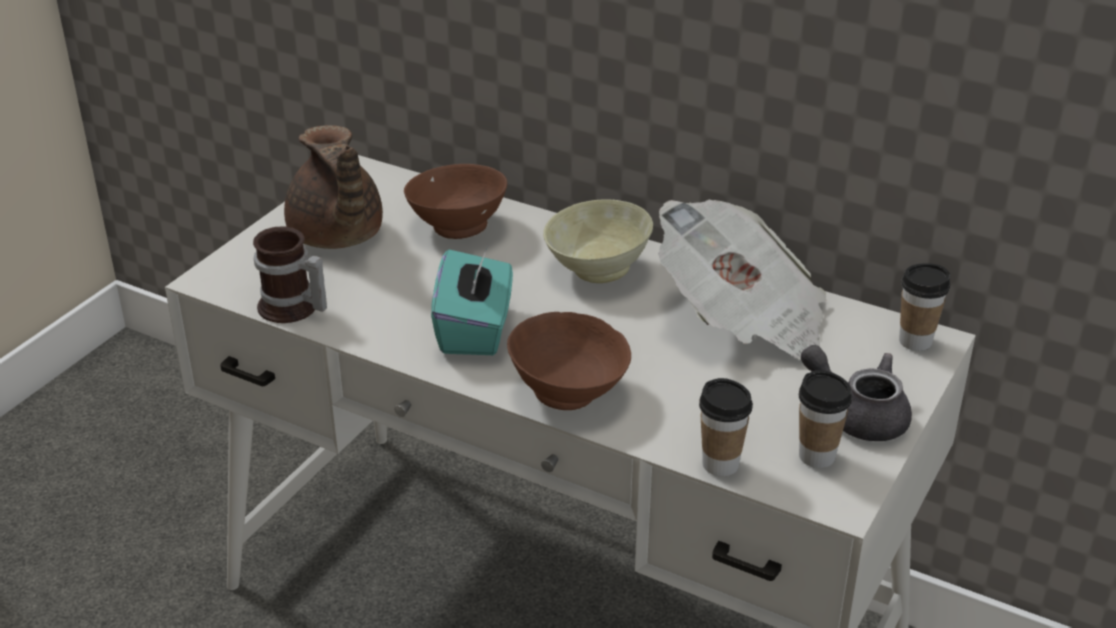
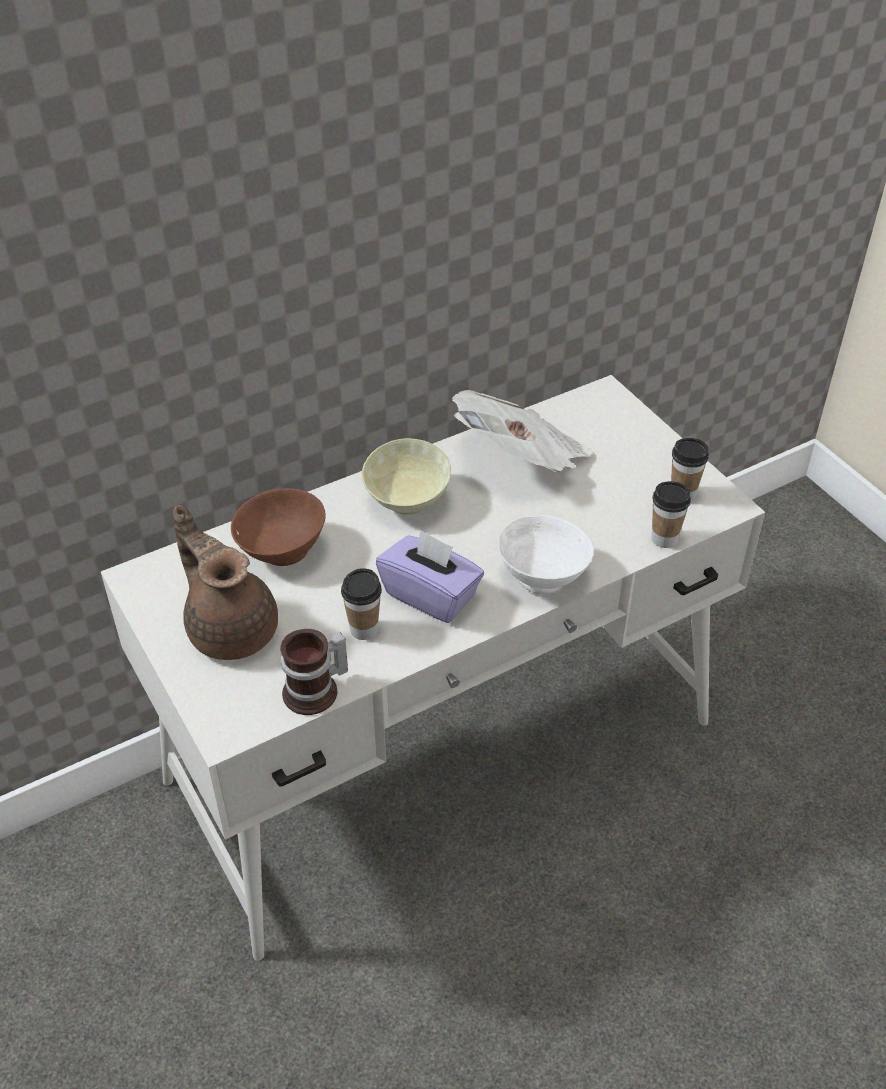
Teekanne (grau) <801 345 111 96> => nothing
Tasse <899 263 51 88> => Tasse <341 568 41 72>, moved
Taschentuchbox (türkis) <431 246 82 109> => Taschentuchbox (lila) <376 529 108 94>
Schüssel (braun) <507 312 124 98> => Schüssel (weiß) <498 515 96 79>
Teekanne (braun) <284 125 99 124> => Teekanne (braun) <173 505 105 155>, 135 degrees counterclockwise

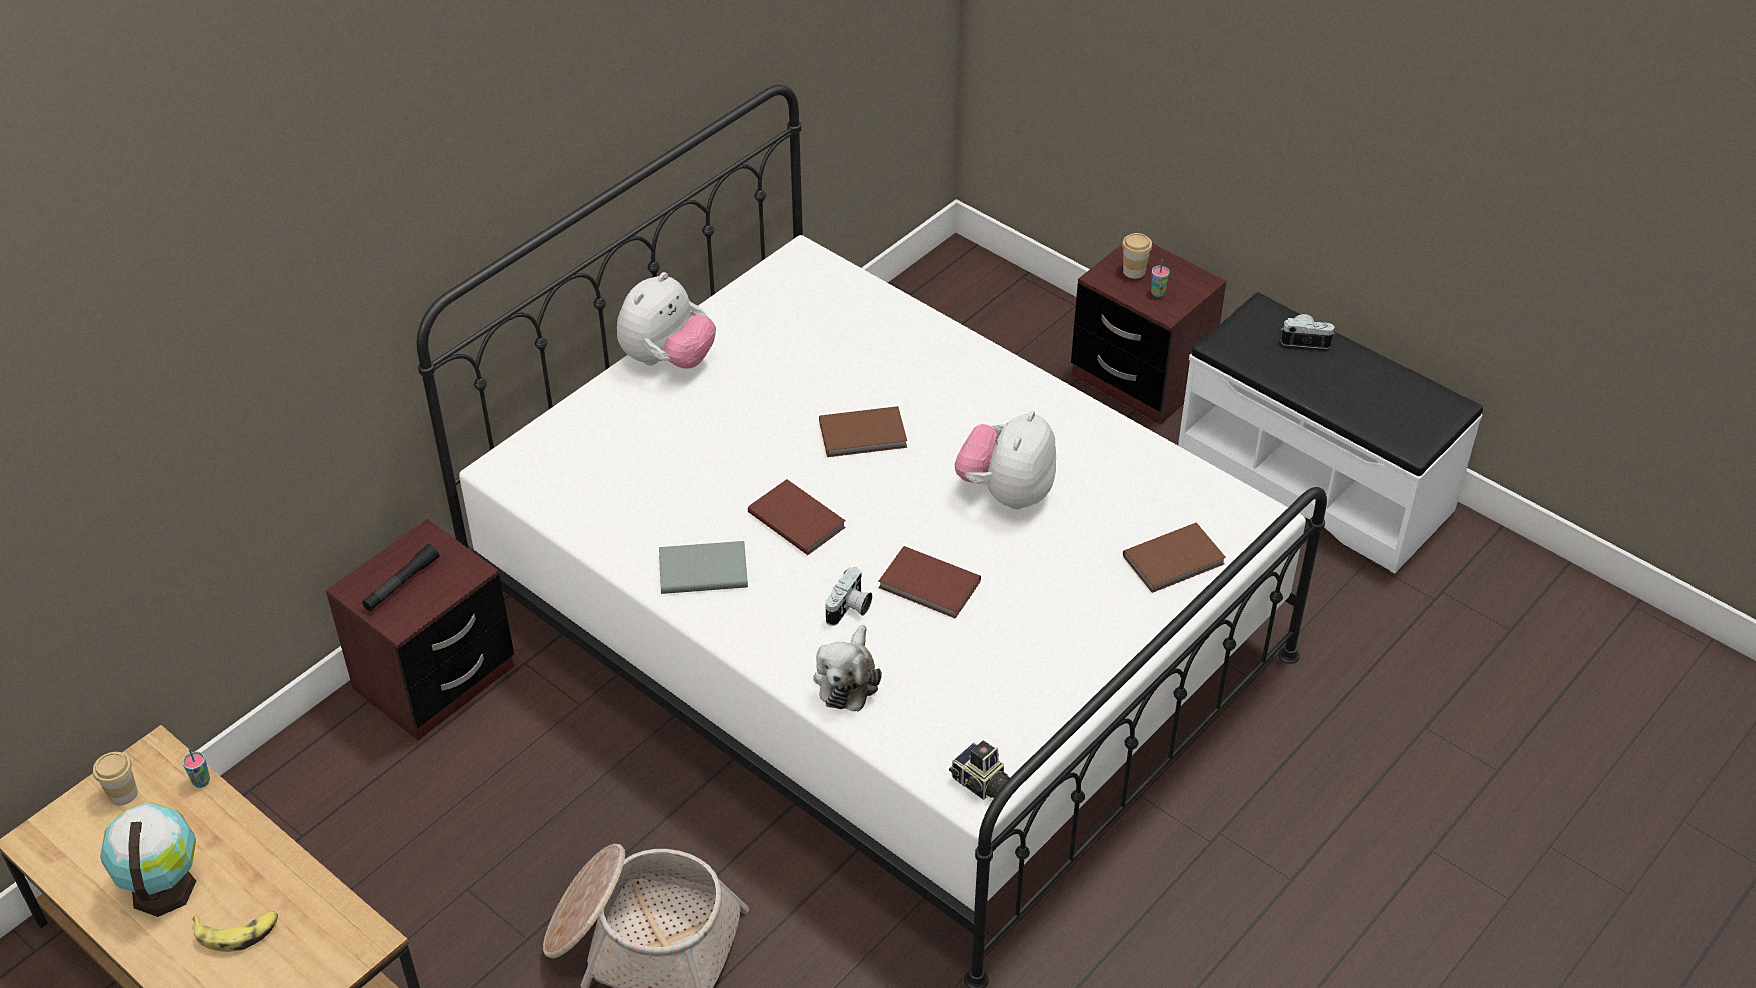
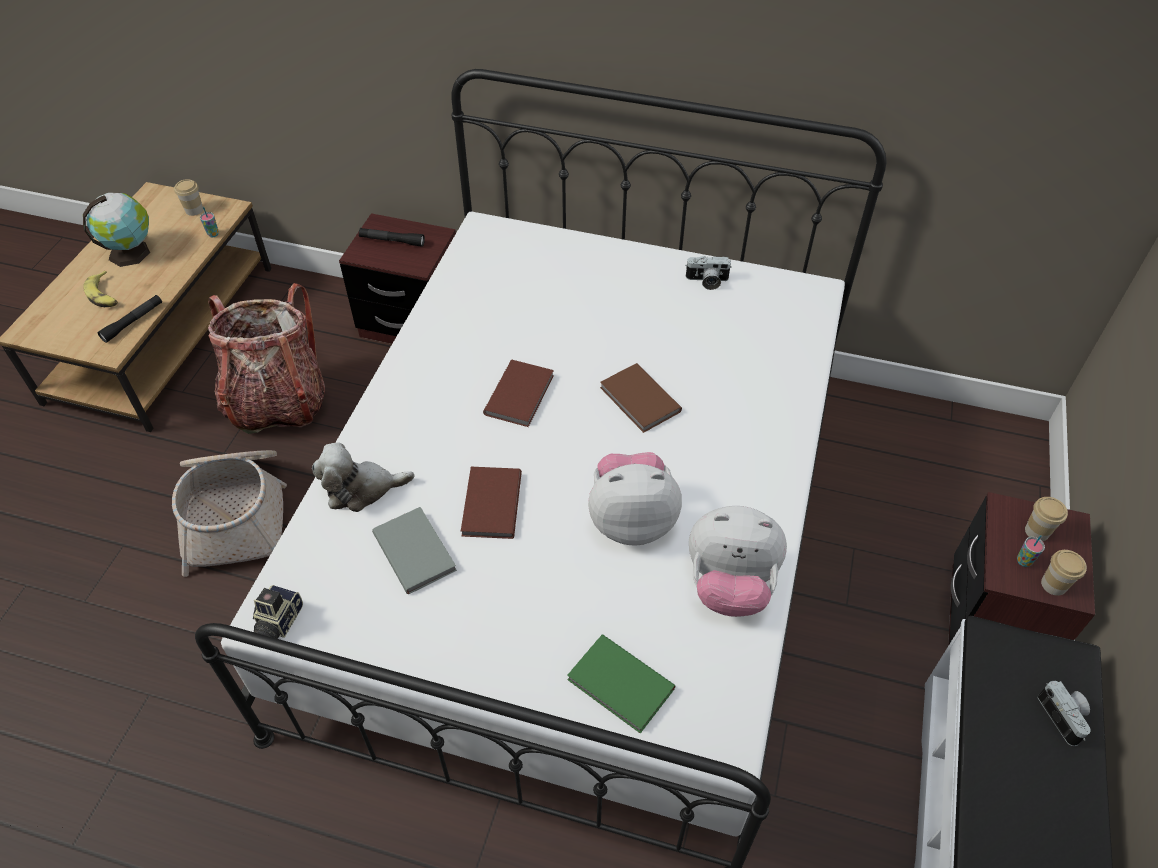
nothing => Taschenlampe (schwarz) <97 295 65 48>
nothing => Rucksack <208 283 117 151>
nothing => Tasse <1041 550 46 46>
Plüschtier <617 272 99 97> => Plüschtier <689 506 98 111>, moved
Buch (grau) <659 541 89 53> => Buch (grau) <372 507 85 87>, moved
Kamera <825 567 47 59> => Kamera <685 256 47 34>, moved
Buch (braun) <1123 523 103 70> => Buch (grün) <567 634 109 99>

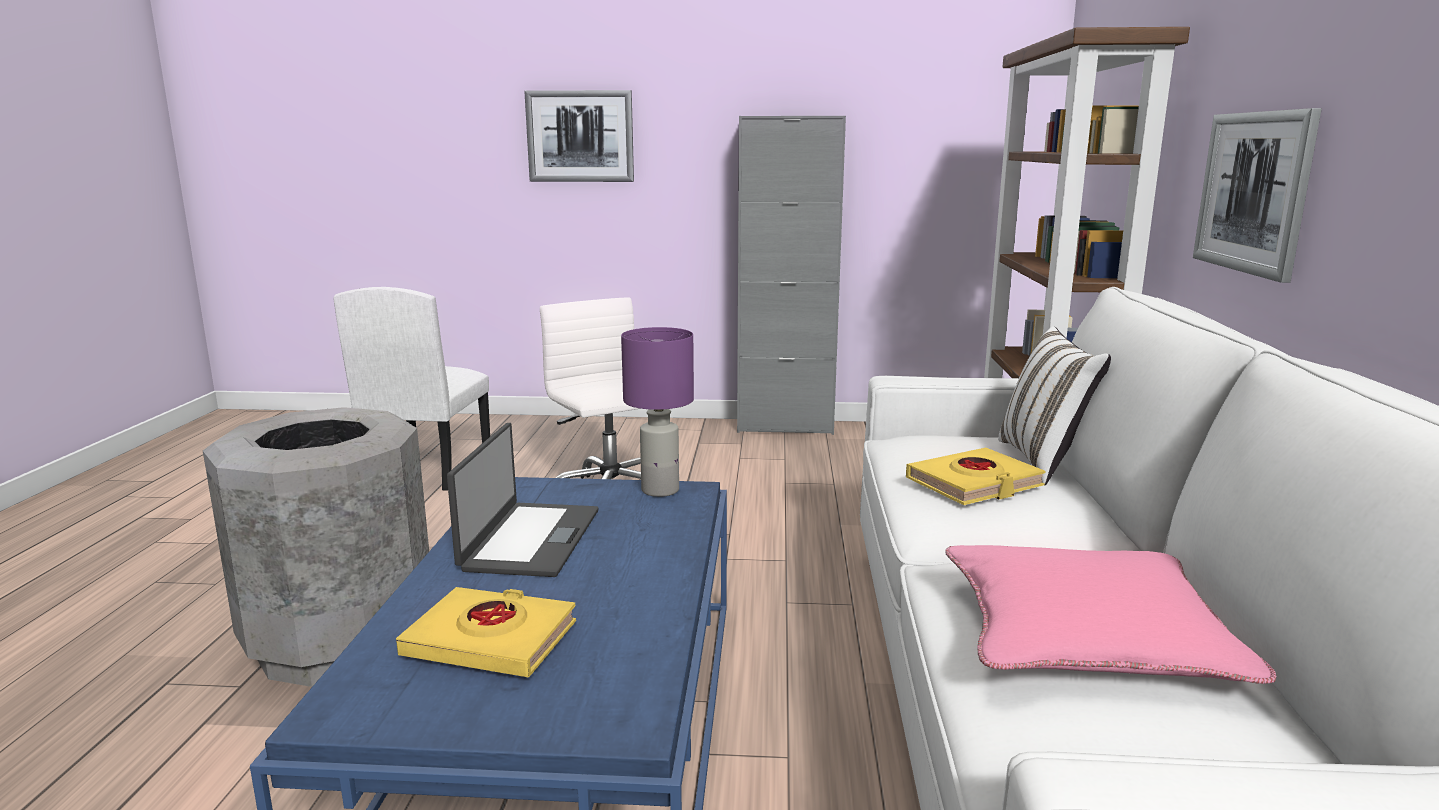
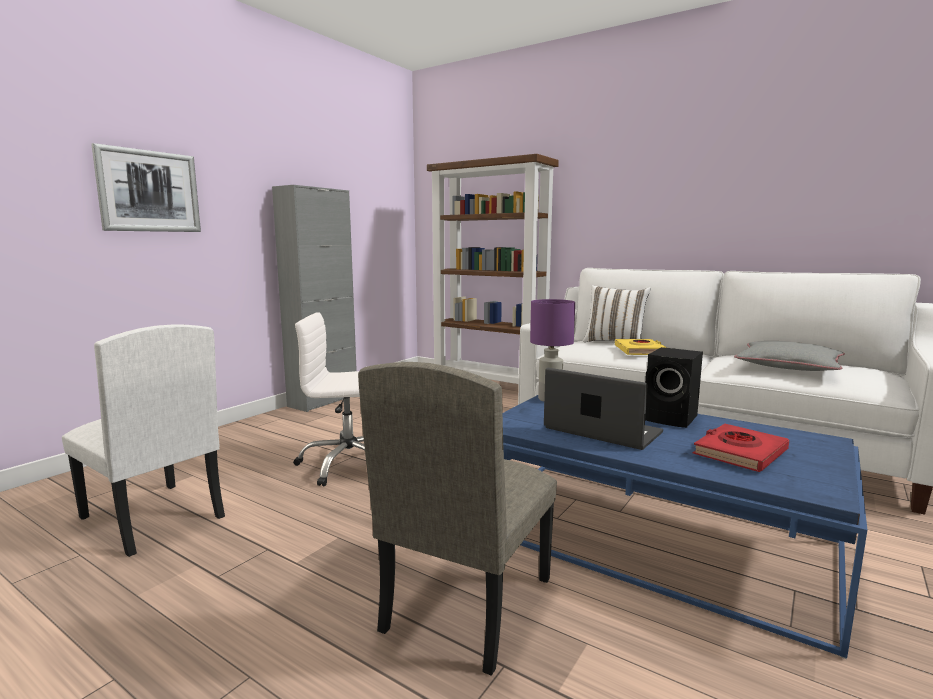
Bild <1193 108 129 175> => nothing
nothing => Lautsprecher (schwarz) <645 347 58 81>
Mülleimer (grau) <203 407 226 280> => Stuhl (beige) <358 362 199 314>
Buch (gelb) <396 587 180 91> => Buch (rot) <693 423 96 49>
Kissen (rosa) <946 545 330 139> => Kissen (grau) <734 341 111 30>

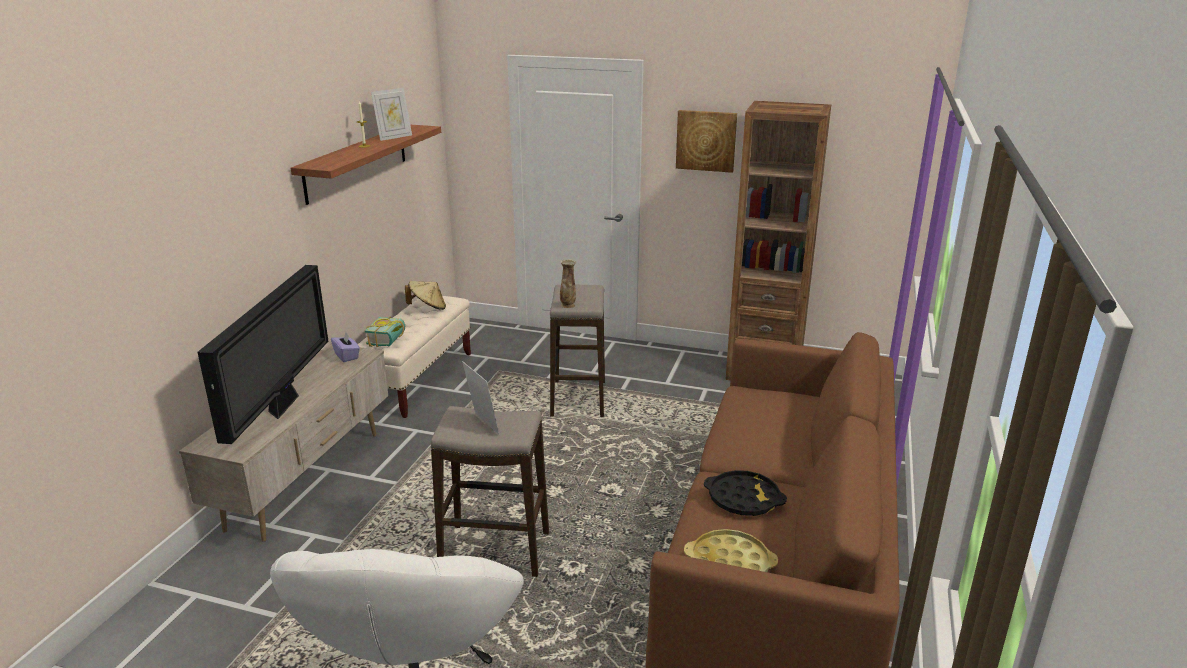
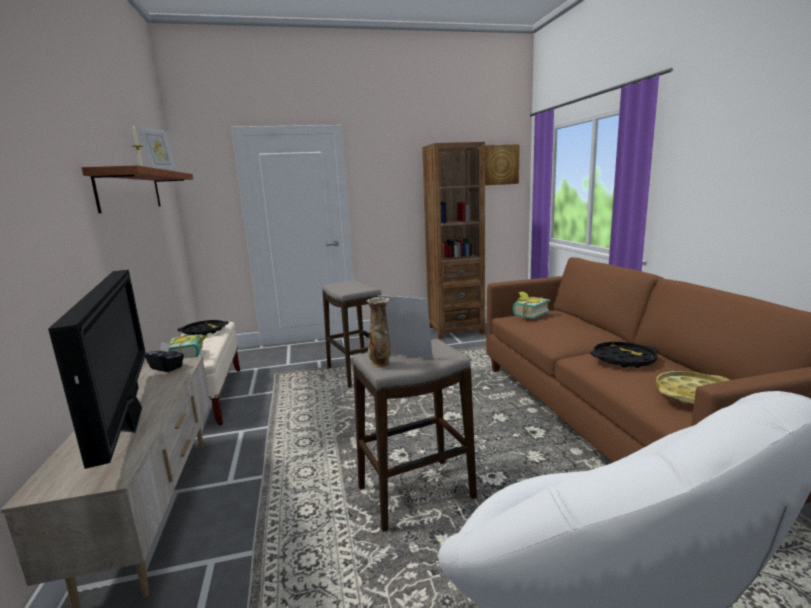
nothing => Buch <512 292 38 27>
Vase <560 259 16 49> => Vase <367 297 24 71>, moved
Bild <676 110 61 63> => Bild <485 144 35 41>, moved
Hut (beige) <405 281 41 29> => Tablett (schwarz) <177 320 52 15>
Taschentuchbox (lila) <331 332 29 30> => Taschentuchbox (schwarz) <145 342 39 30>

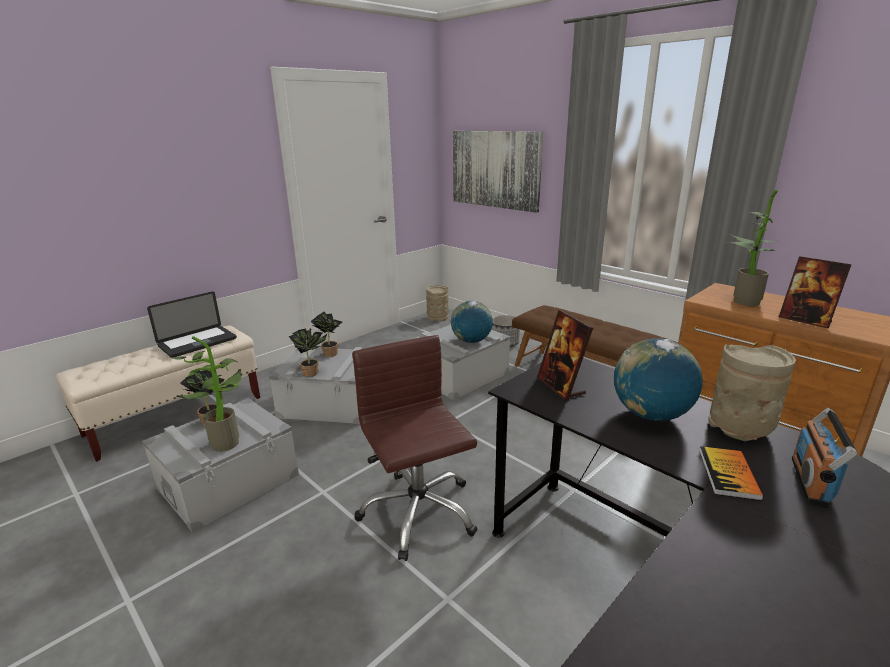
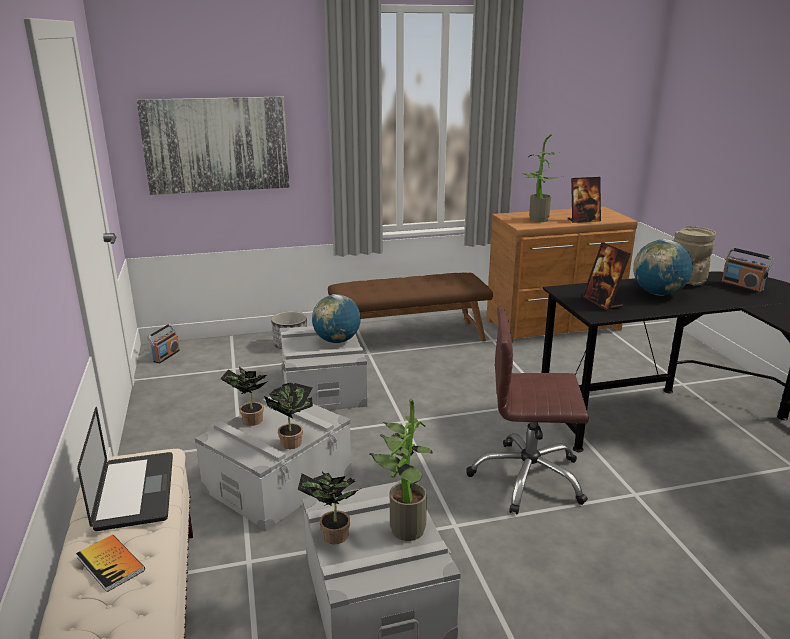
Buch <699 446 65 55> => Buch <76 535 69 57>, moved
Vase (beige) <426 285 23 37> => Radio <147 324 33 39>
Bilderrahmen <537 310 56 90> => Bilderrahmen <582 242 49 69>, 60 degrees clockwise

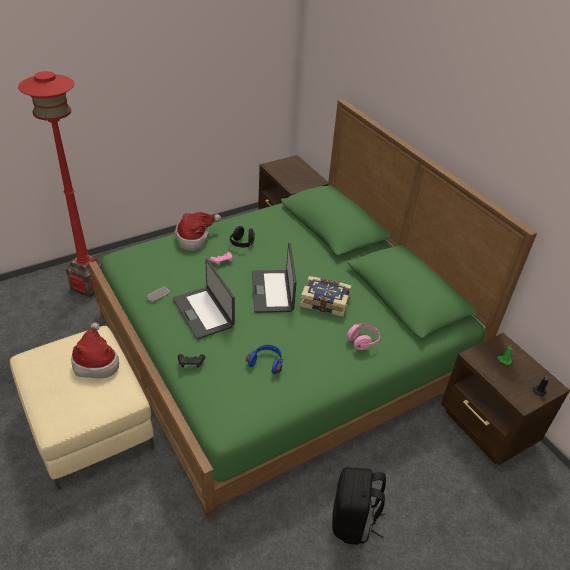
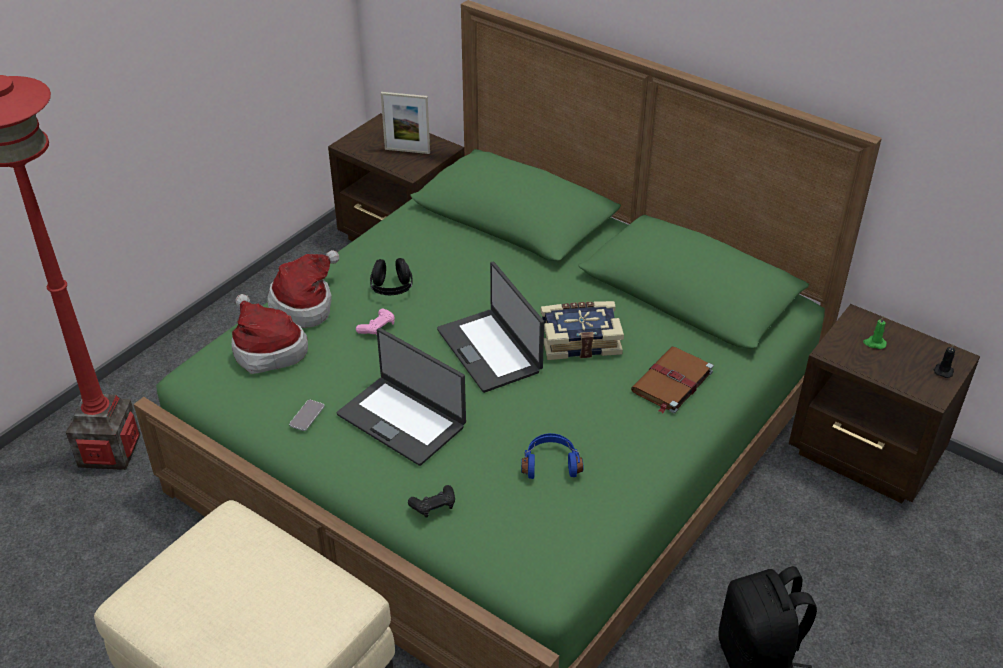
nothing => Bilderrahmen <381 92 49 62>
Hut <71 322 48 56> => Hut <232 294 76 80>, moved
Kopfhörer (rosa) <347 323 33 27> => Buch (braun) <631 347 83 67>

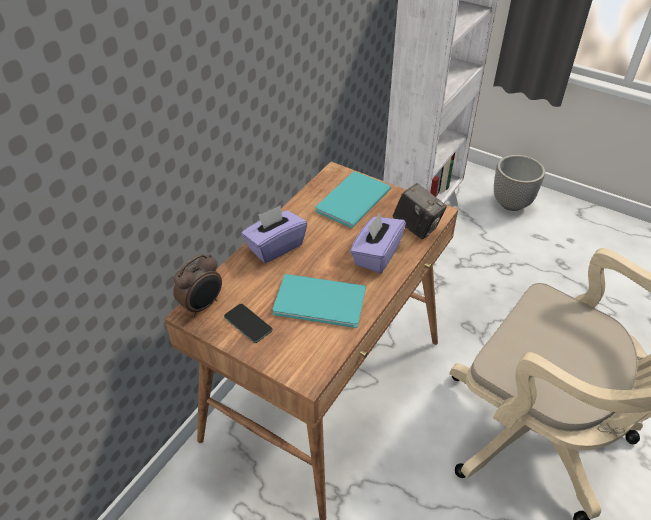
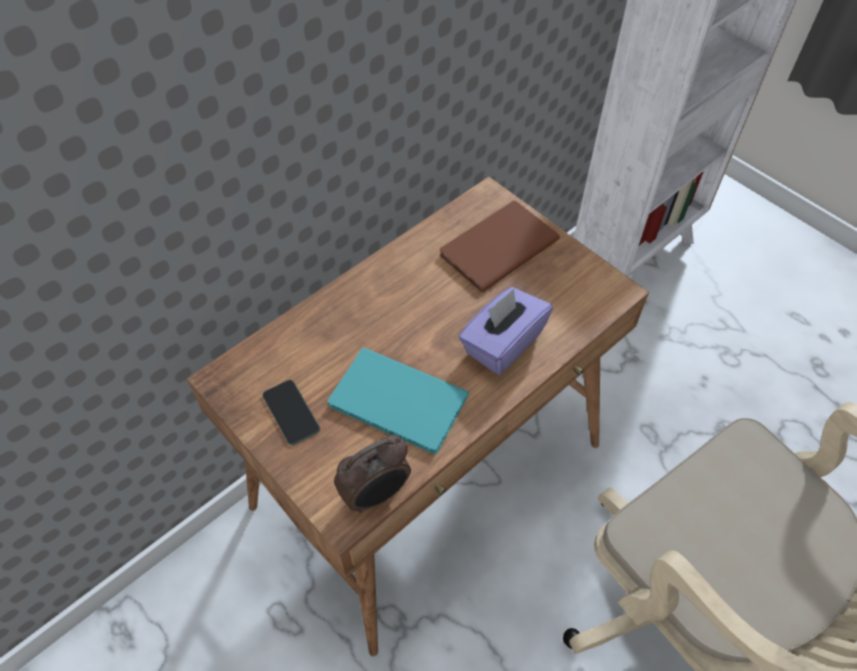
Taschentuchbox (lila) <241 205 66 58> => nothing
Kamera <393 183 54 56> => nothing
Pflanzkübel <494 155 51 56> => nothing
Wecker <173 254 49 63> => Wecker <334 435 77 78>, moved
Buch (türkis) <315 171 76 57> => Buch (braun) <440 201 120 91>

